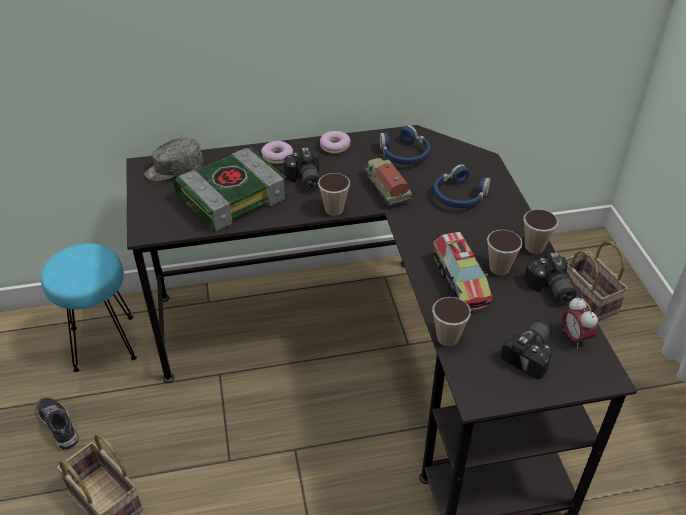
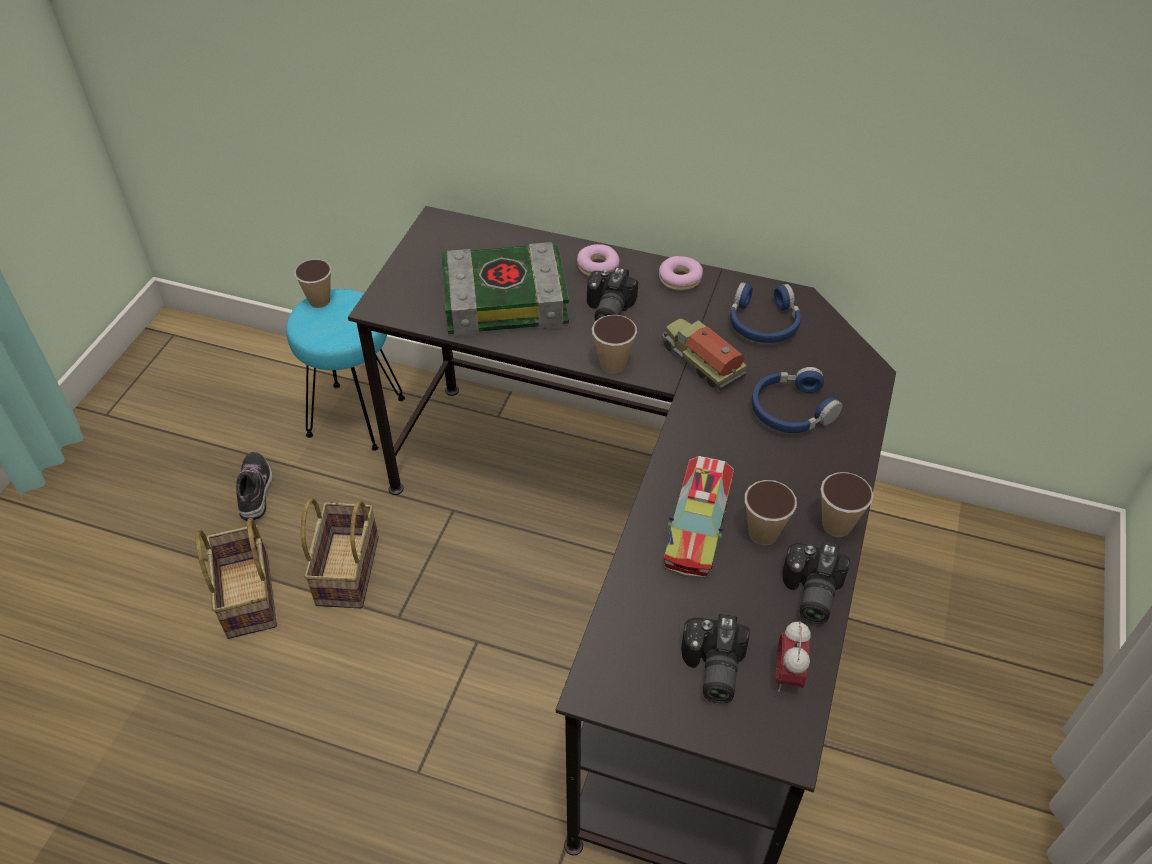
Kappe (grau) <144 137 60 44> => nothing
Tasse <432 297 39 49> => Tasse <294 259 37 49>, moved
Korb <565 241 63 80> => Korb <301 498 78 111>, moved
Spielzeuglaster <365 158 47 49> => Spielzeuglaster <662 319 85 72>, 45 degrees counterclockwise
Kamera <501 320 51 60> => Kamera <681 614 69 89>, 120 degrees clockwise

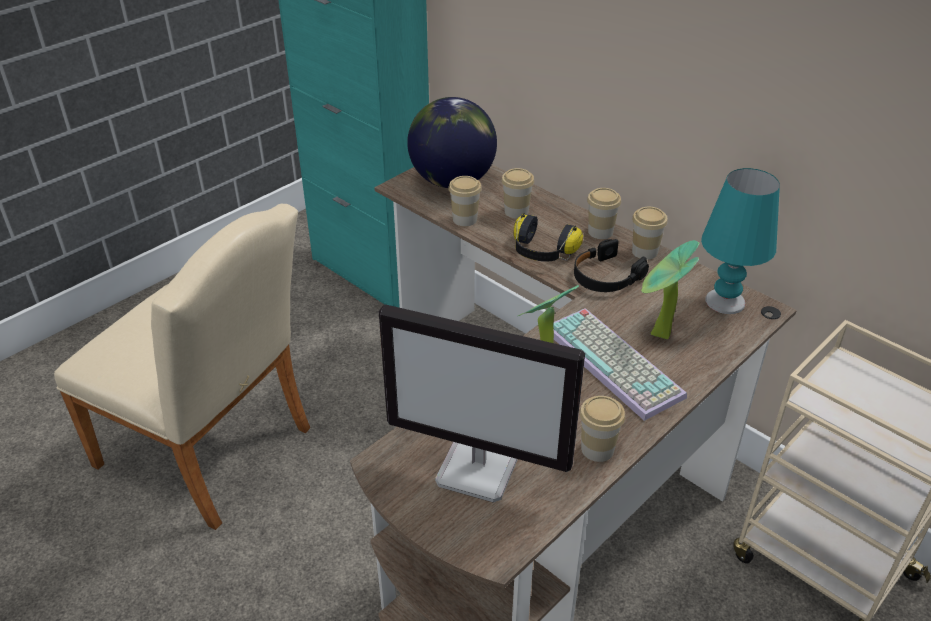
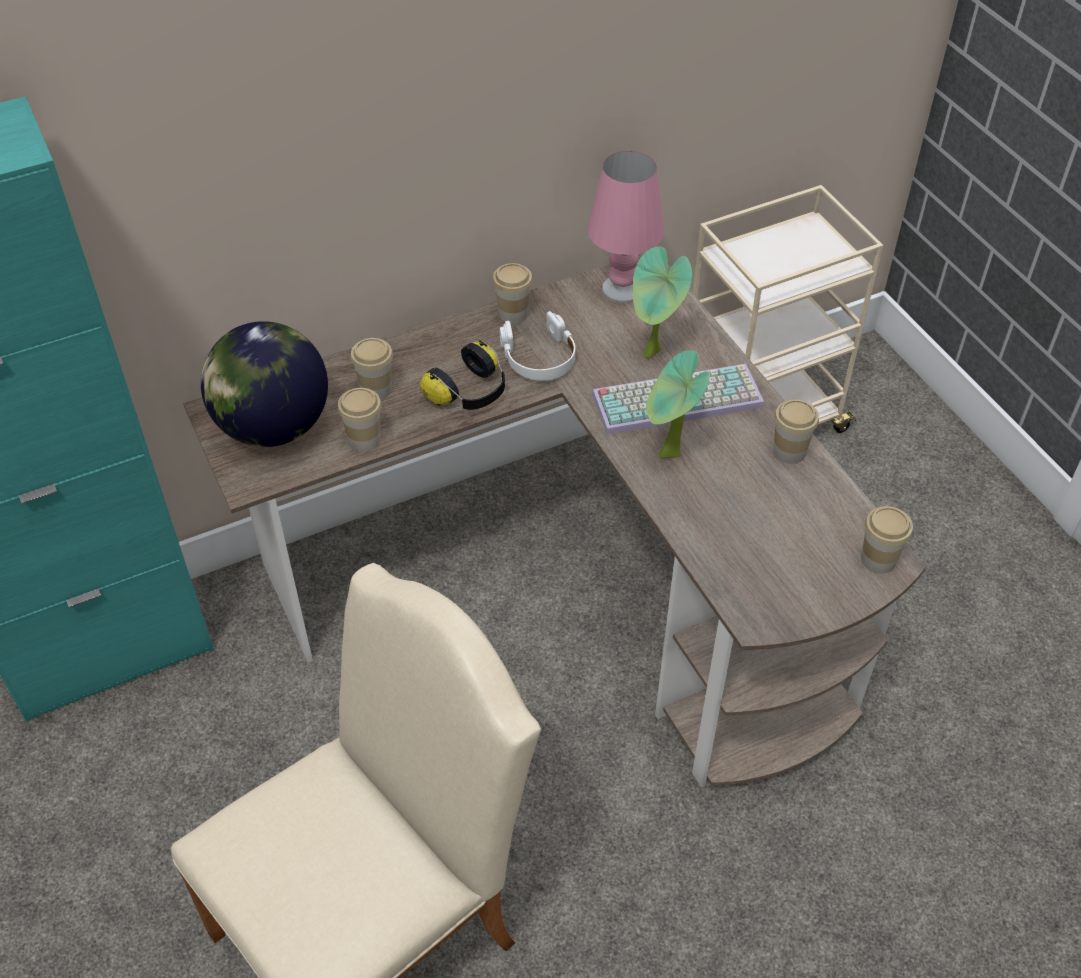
Monitor <379 304 206 199> => nothing
Tasse <587 188 34 51> => Tasse <861 506 52 68>, moved
Kopfhörer (schwarz) <574 239 75 53> => Kopfhörer (weiß) <500 311 75 70>
Tischlampe (türkis) <701 168 79 146> => Tischlampe (rosa) <587 151 77 152>

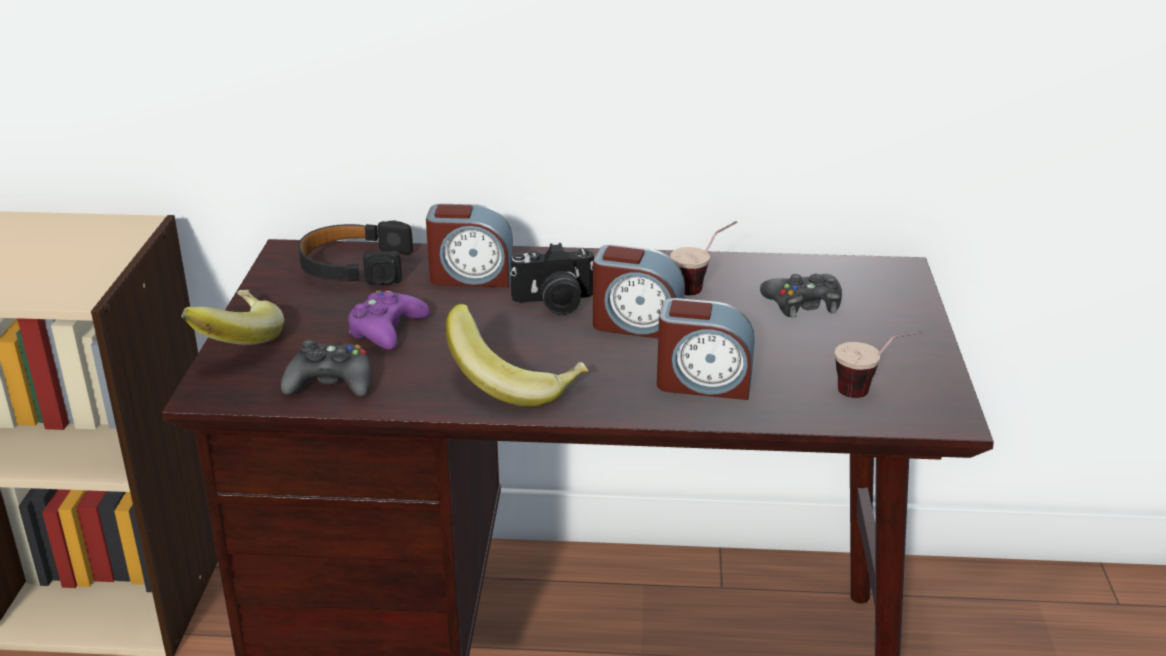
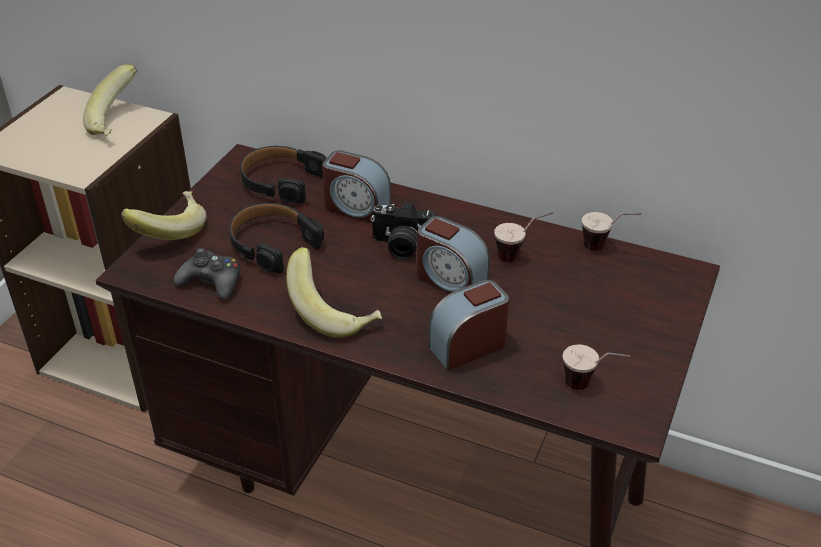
Gamepad (schwarz) <760 274 82 44> => nothing
nothing => Banane <83 64 54 72>
nothing => Tasse <582 212 59 39>
Gamepad (lila) <348 290 82 59> => Kopfhörer (schwarz) <229 203 95 70>
Wecker <657 298 98 102> => Wecker <428 280 81 91>, 120 degrees clockwise

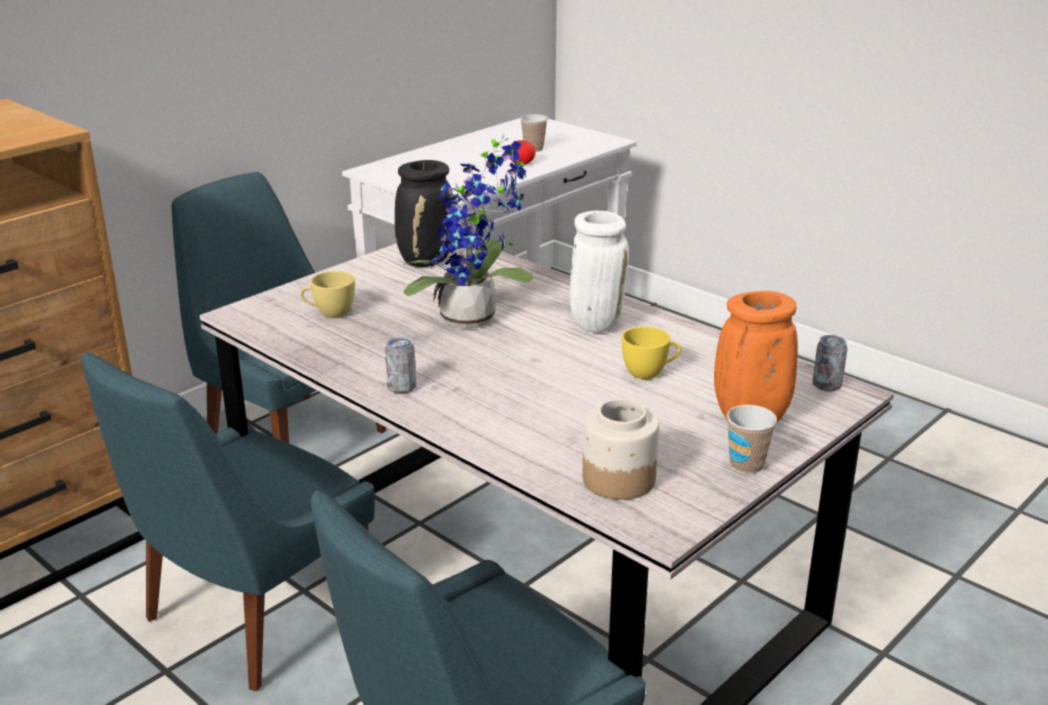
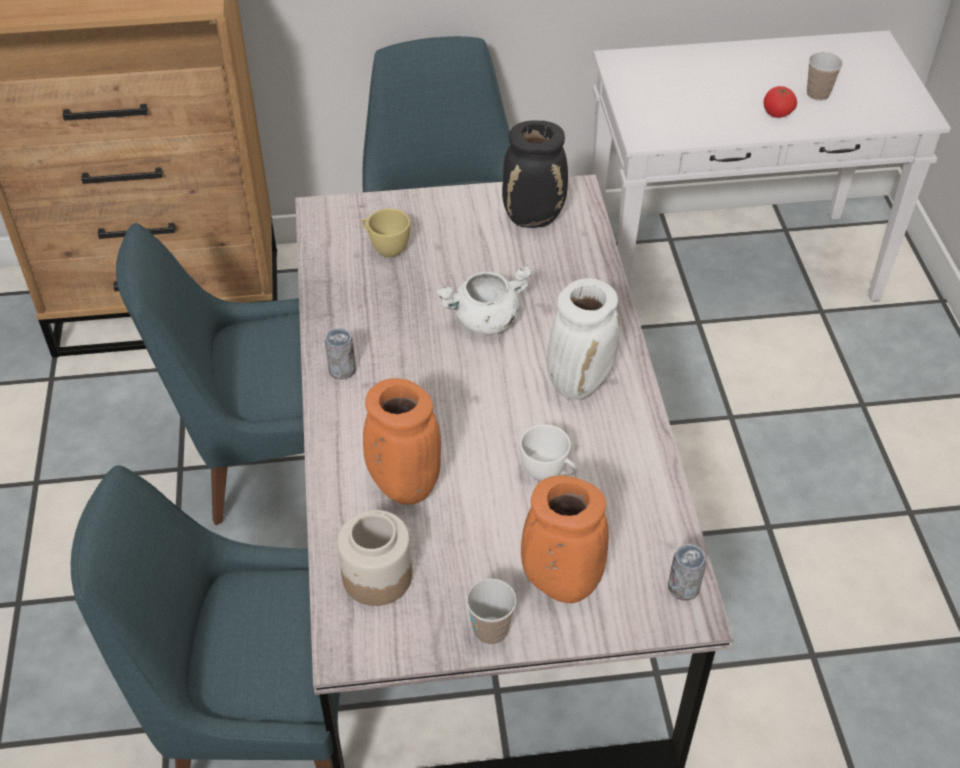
nothing => Vase (orange) <363 378 78 127>
Topfpflanze <403 134 131 194> => Kochtopf (weiß) <436 265 96 70>
Tasse (gelb) <622 326 60 53> => Tasse (weiß) <520 424 57 57>

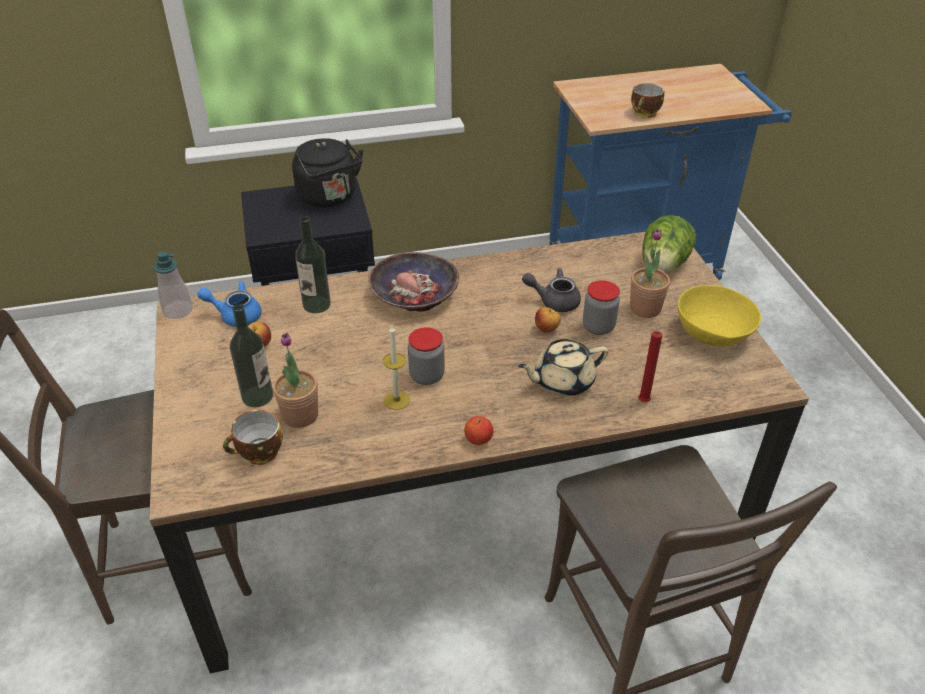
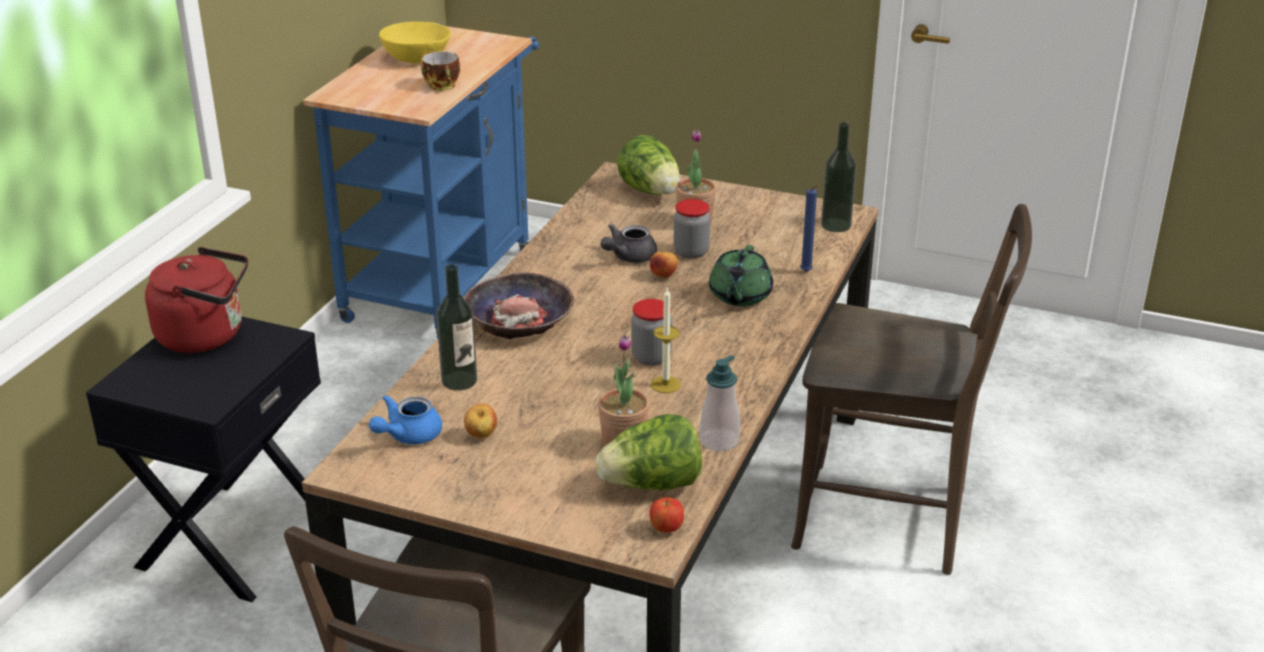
Seifenspender <153 251 40 68> => Seifenspender <699 355 41 96>, moved
Flasche <230 304 43 103> => Flasche <821 122 35 110>, moved
Apfel <464 416 29 29> => Apfel <649 497 35 36>, moved
Schüssel (gelb) <678 285 83 62> => Schüssel (gelb) <379 22 72 41>, moved
Tasse <223 410 60 55> => Salatkopf <596 414 106 77>
Wasserkessel (schwarz) <292 138 71 69> => Wasserkessel (rot) <145 247 103 106>
Teekanne (beige) <518 339 90 57> => Teekanne (grün) <709 245 64 61>
Kerze (rot) <638 331 24 71> => Kerze (blau) <800 186 18 86>

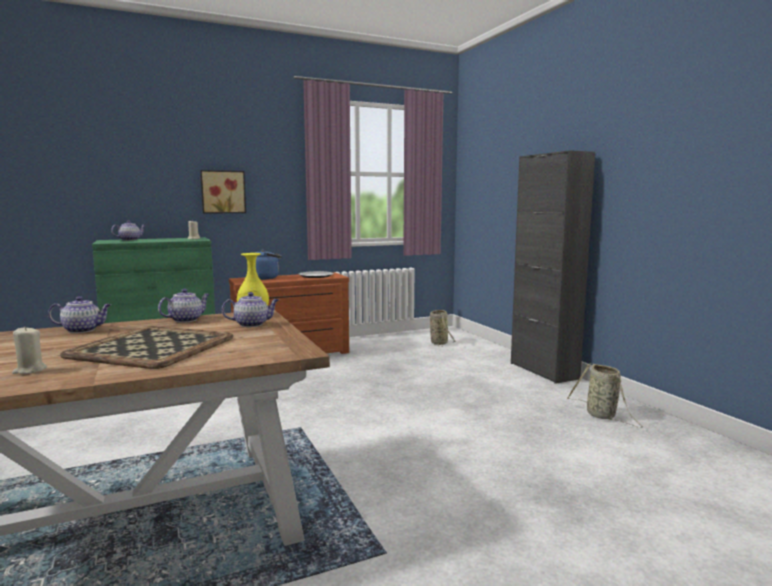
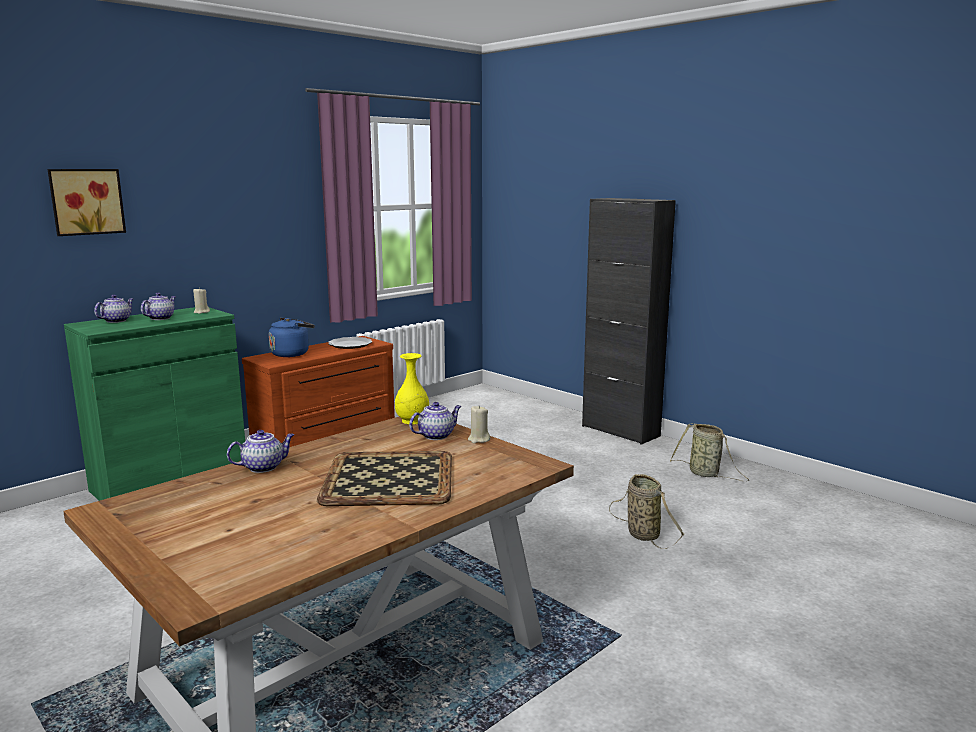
Kerze (beige) <12 326 35 48> => Kerze (beige) <468 406 22 37>, moved
Teekanne <158 289 52 34> => Teekanne <141 293 35 27>, moved
Bild <200 170 46 44> => Bild <47 169 79 67>, moved
Korb <430 310 26 37> => Korb <609 474 76 75>, moved

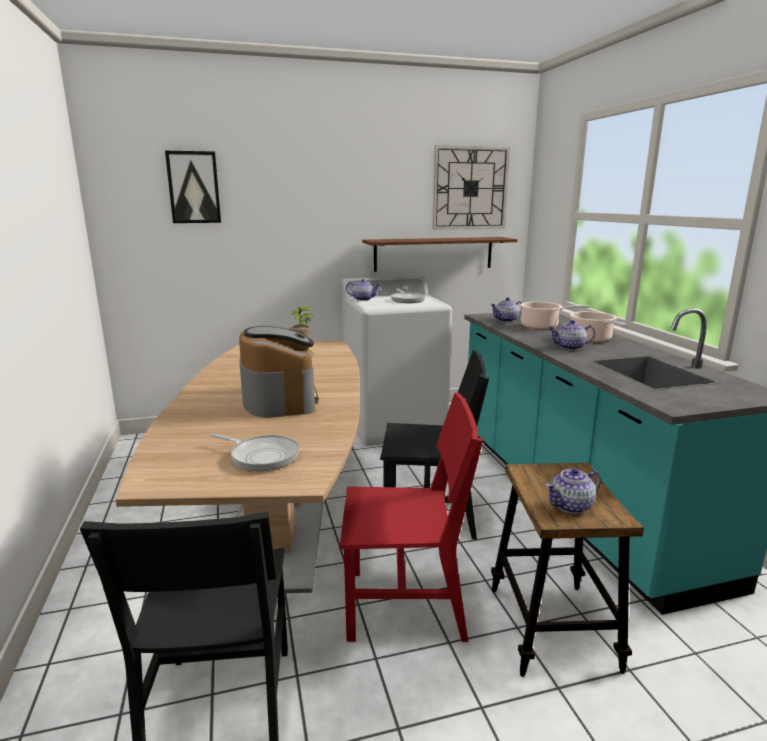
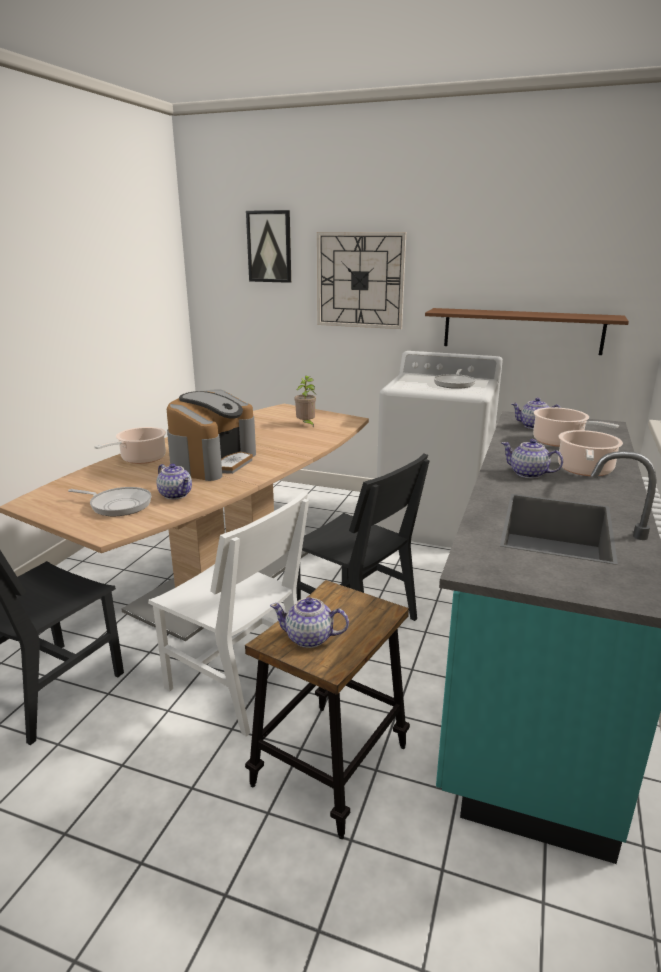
nothing => Kochtopf <94 427 72 37>
Teekanne <346 279 34 22> => Teekanne <157 463 35 37>, moved
Wanduhr <432 145 78 85> => Wanduhr <317 232 89 97>, moved
Stuhl (rot) <340 393 143 249> => Stuhl (weiß) <148 492 161 245>
Pfanne <210 433 89 38> => Pfanne <68 487 84 29>, 45 degrees counterclockwise

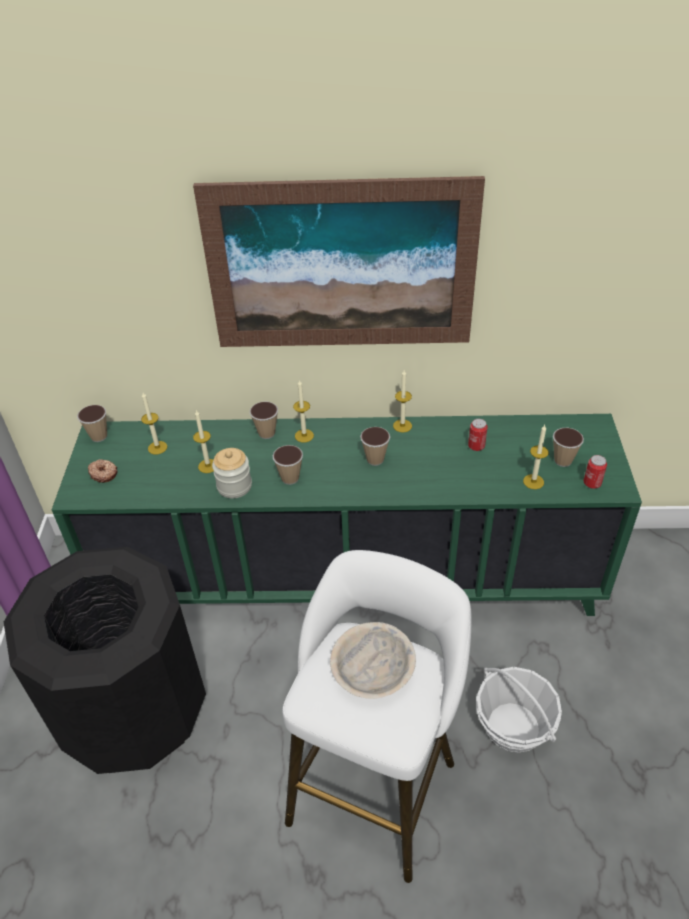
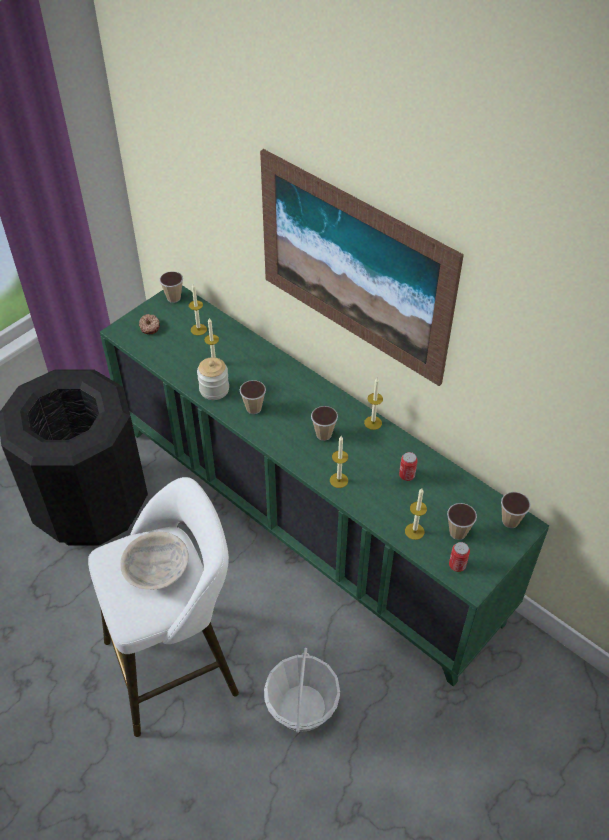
Tasse <250 401 28 38> => Tasse <501 492 30 36>, moved
Kerze <293 380 21 63> => Kerze <330 436 18 52>, moved

